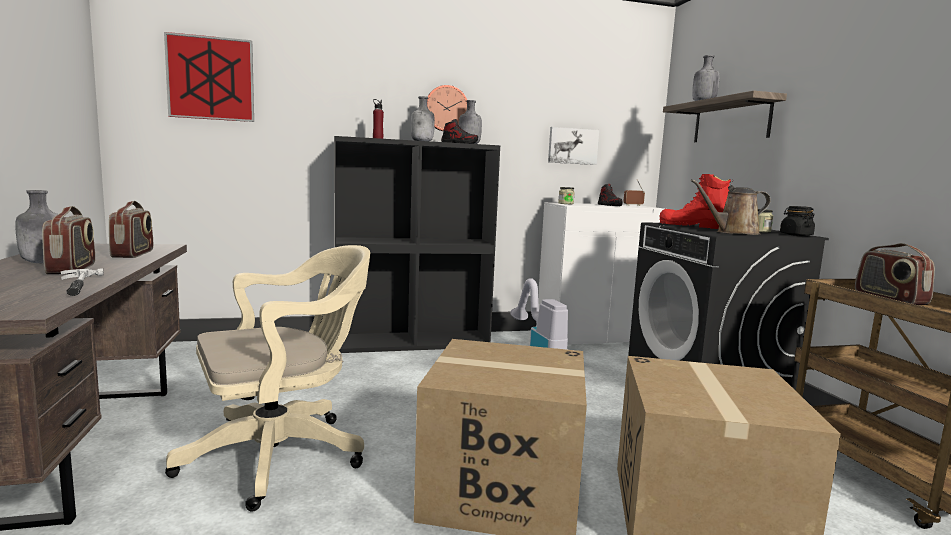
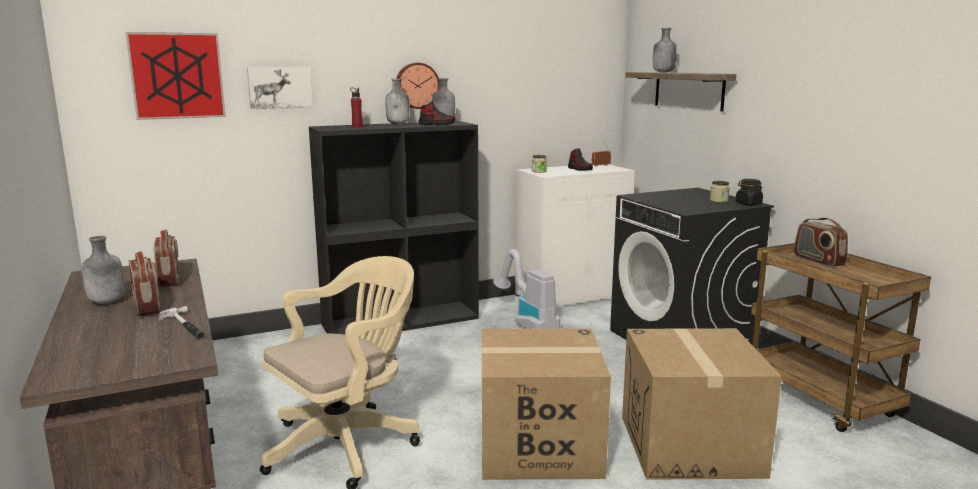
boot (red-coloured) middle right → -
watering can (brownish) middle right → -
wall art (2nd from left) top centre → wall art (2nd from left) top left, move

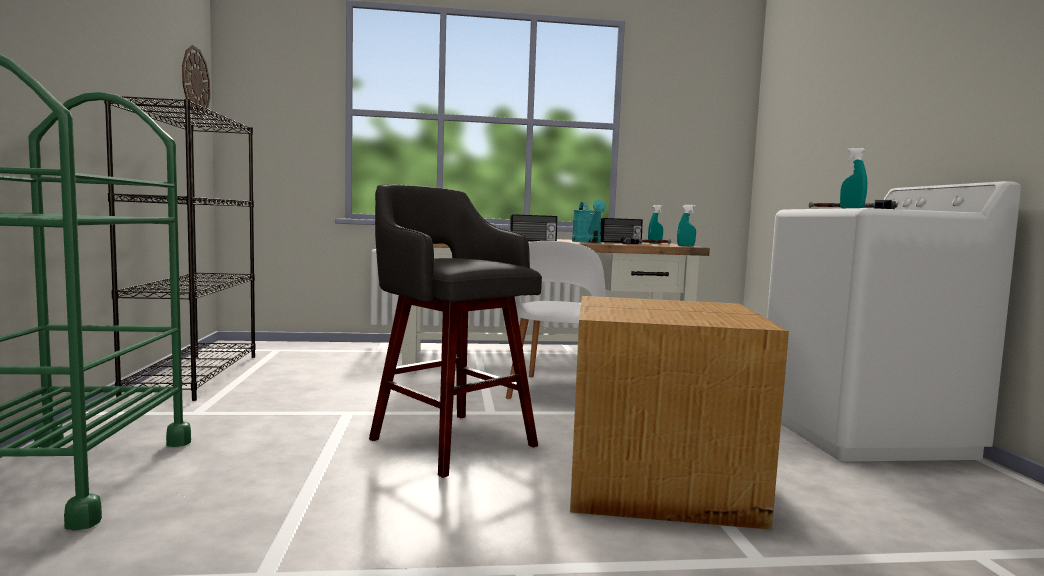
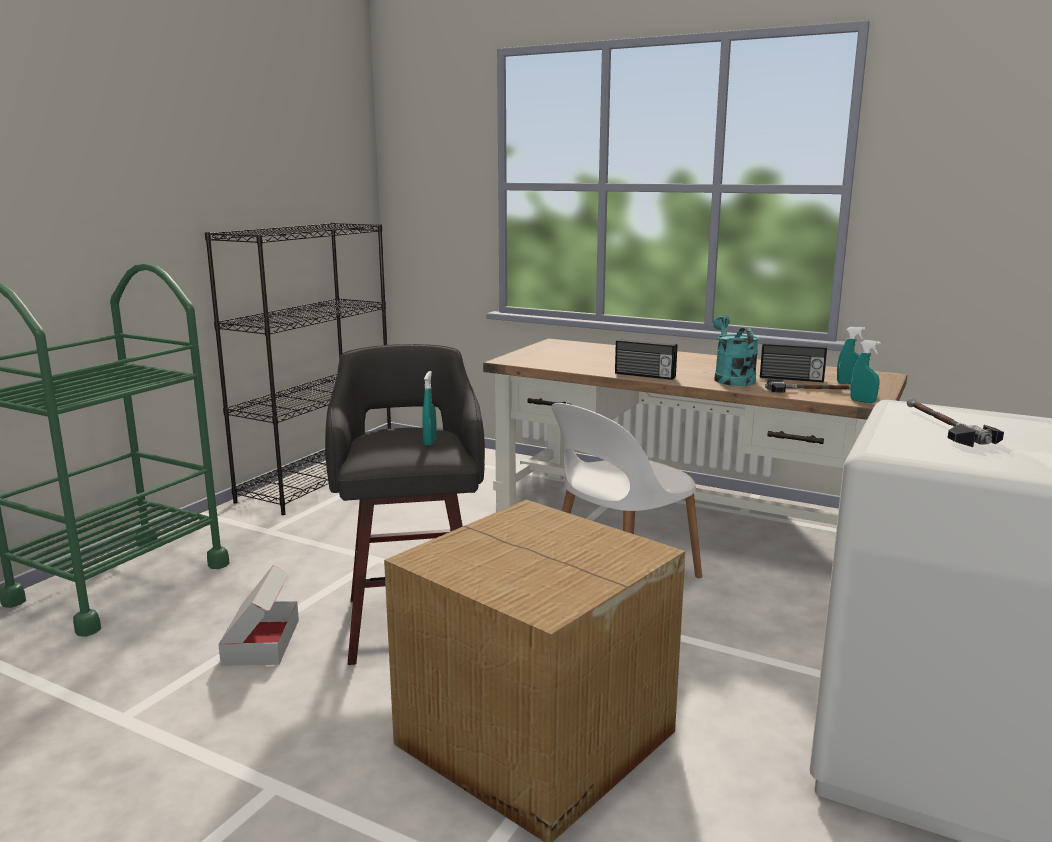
hanging clock top left → -
- → carton (1st from left) bottom left
sprayer (turquoise-coloured) (3rd from left in the first image) top right → sprayer (turquoise-coloured) (1st from left) centre, move
watering can (turquoise-coloured) centre → watering can (turquoise-coloured) middle right, 150 degrees clockwise

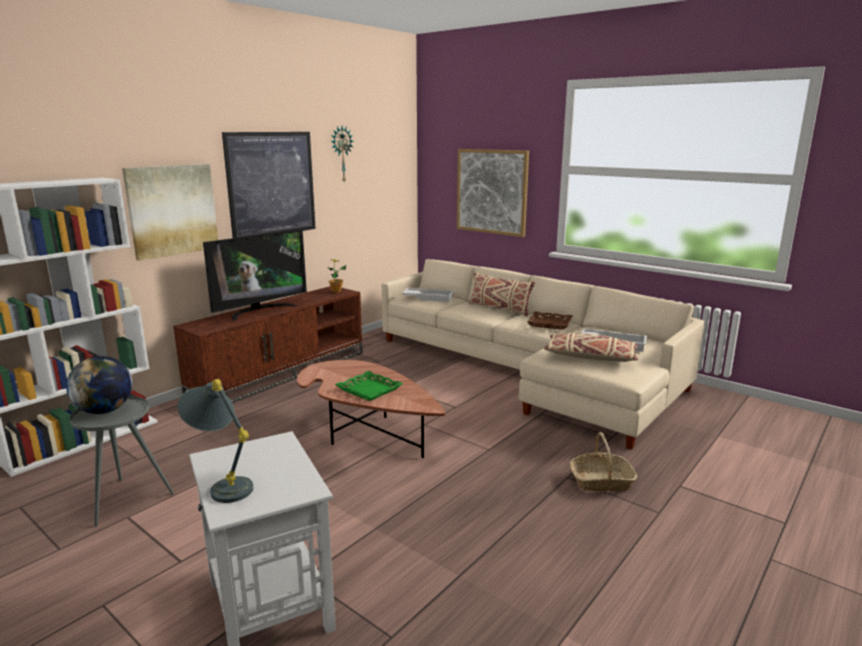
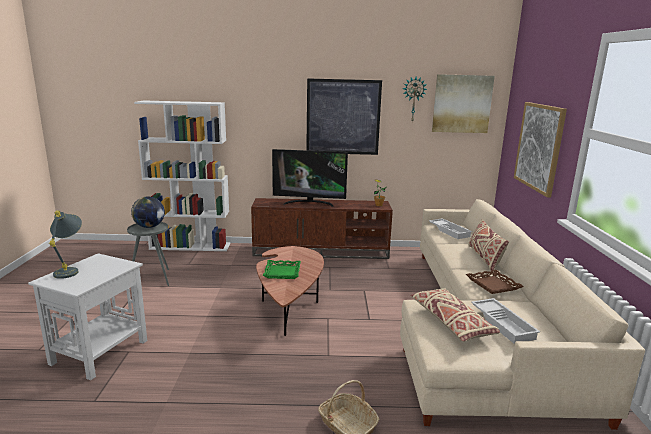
wall art (1st from left in the first image) top left → wall art (2nd from left) top right, move

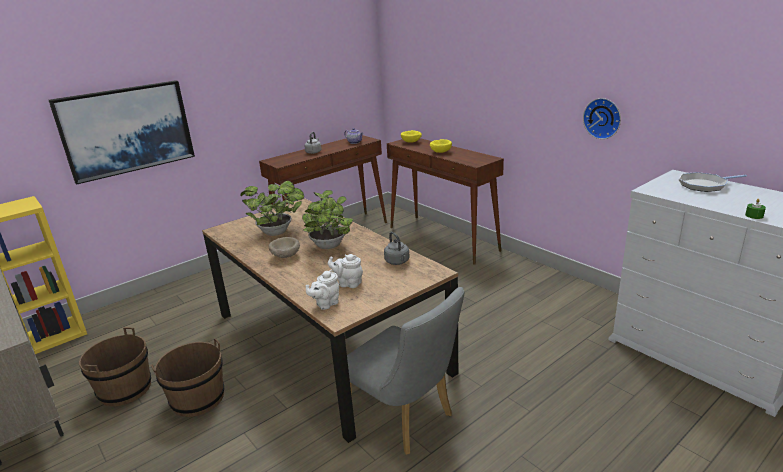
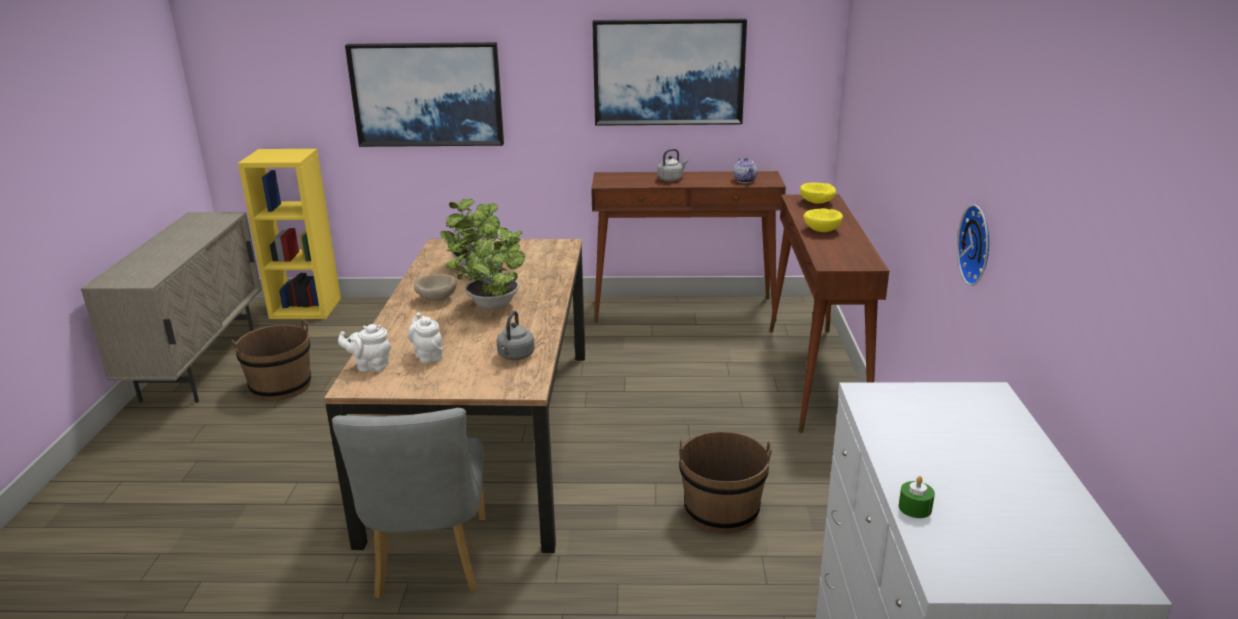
skillet middle right → -
- → wall art (2nd from left) top centre
bucket (brownish) (2nd from left) bottom left → bucket (brownish) (2nd from left) bottom centre, move

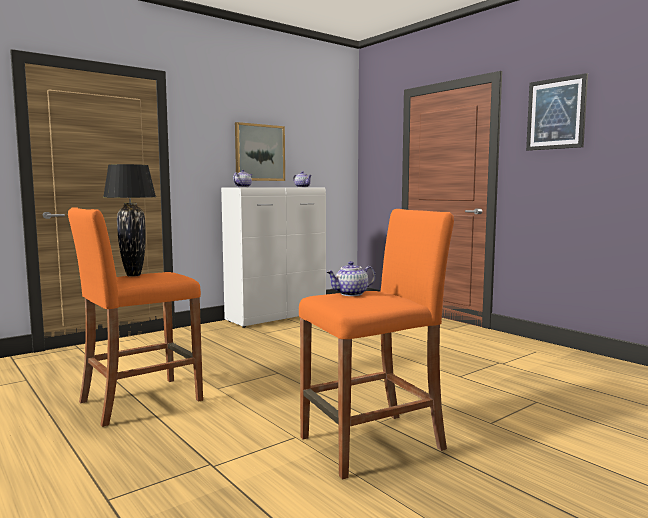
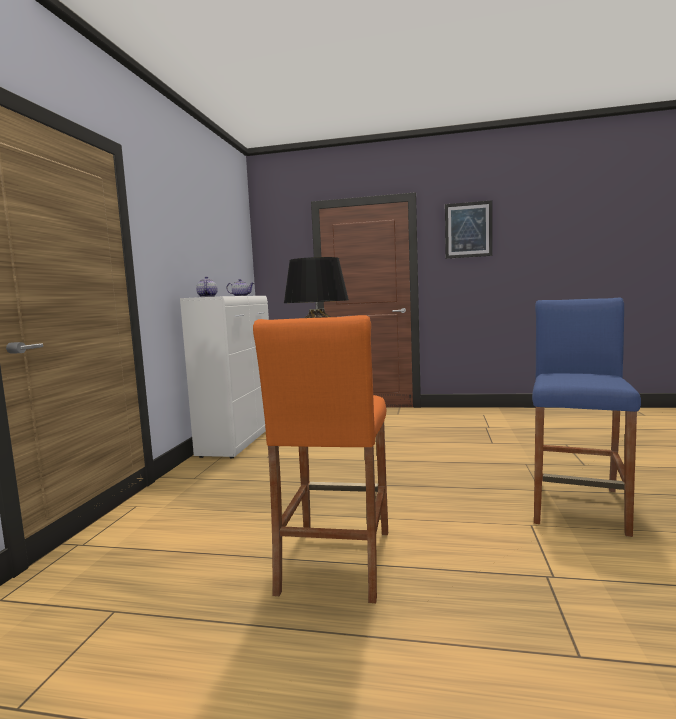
wall art (1st from left) top centre → -
pot for tea (3rd from left) centre → -
stool (orange) (2nd from left) centre → stool (blue-coloured) middle right

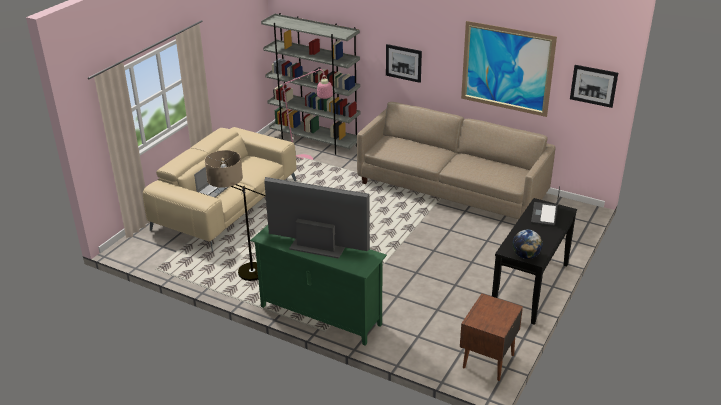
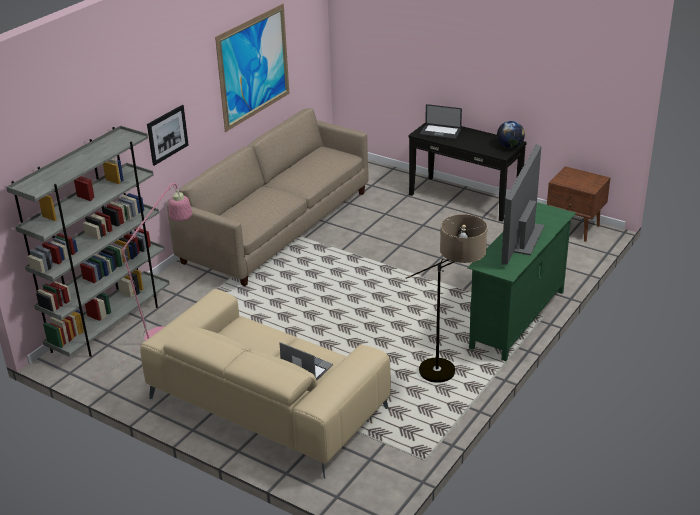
wall art (3rd from left) top right → -

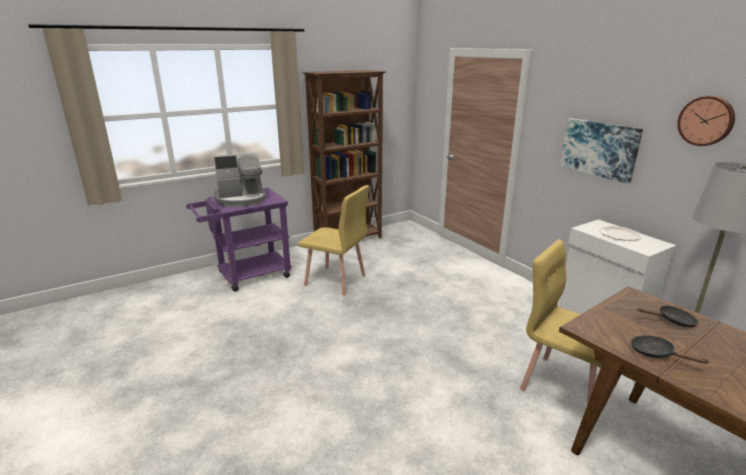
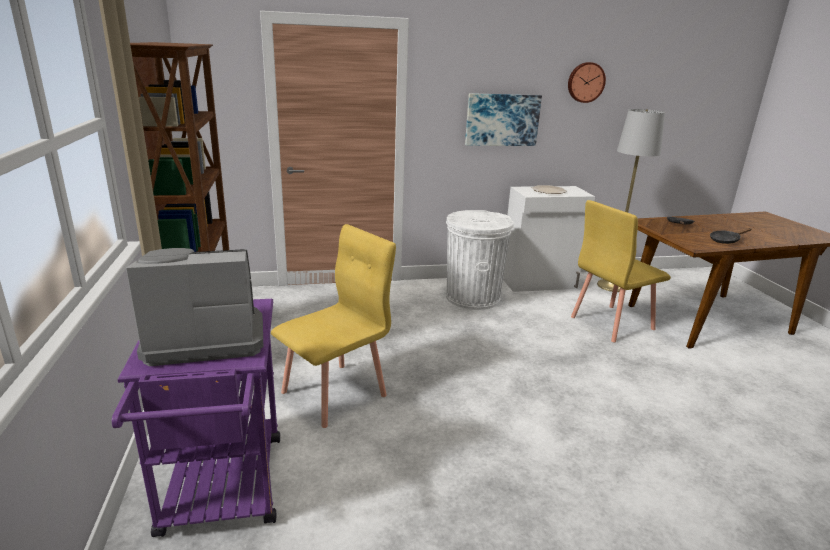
- → rubbish bin (white-coloured) centre
coffee machine middle left, 105 degrees counterclockwise

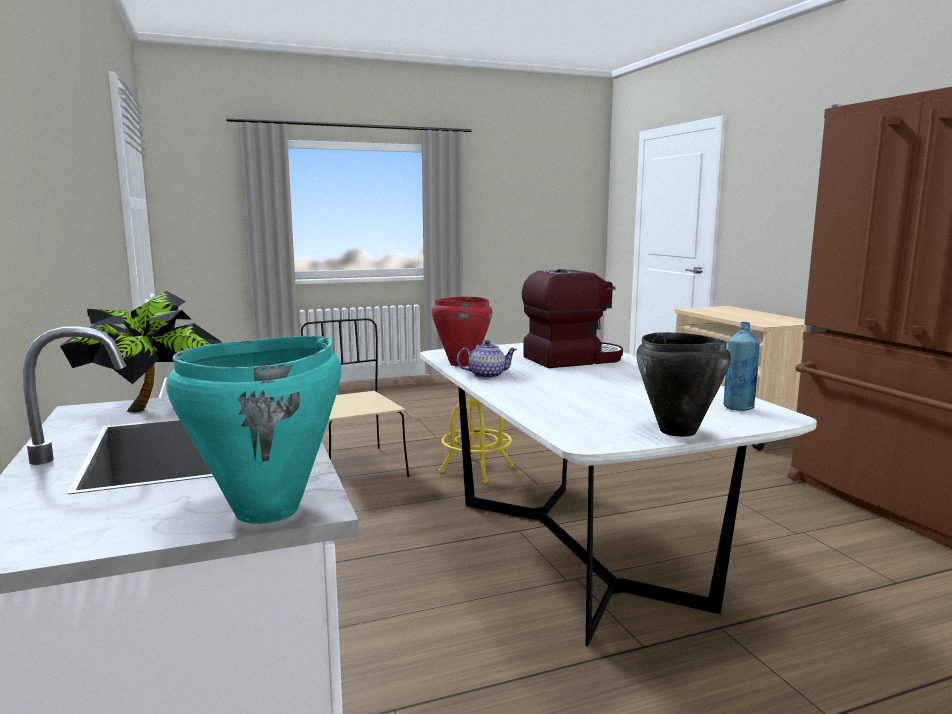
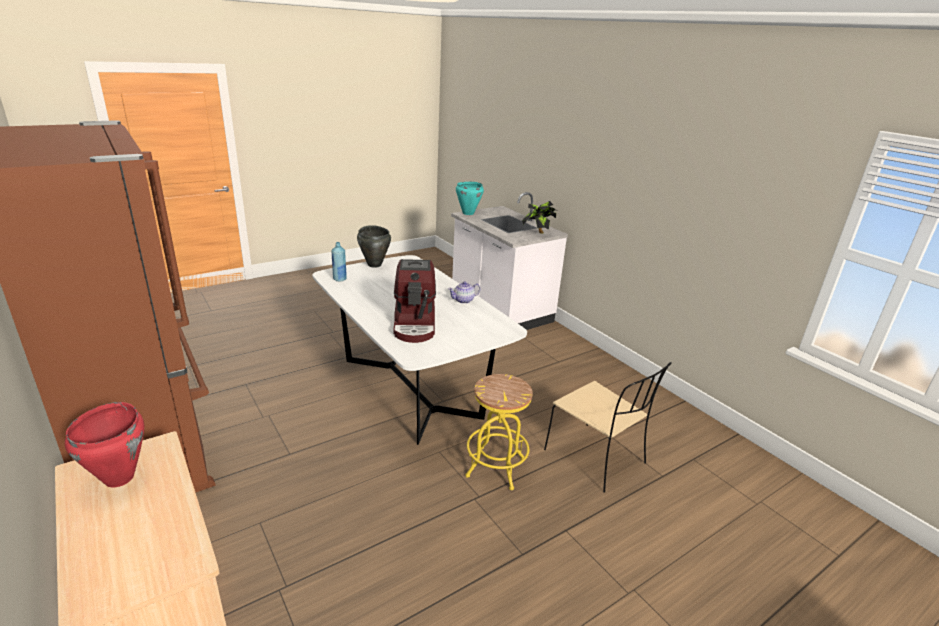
stockpot (red-coloured) centre → stockpot (red-coloured) bottom left, move
coffee machine centre, 60 degrees counterclockwise

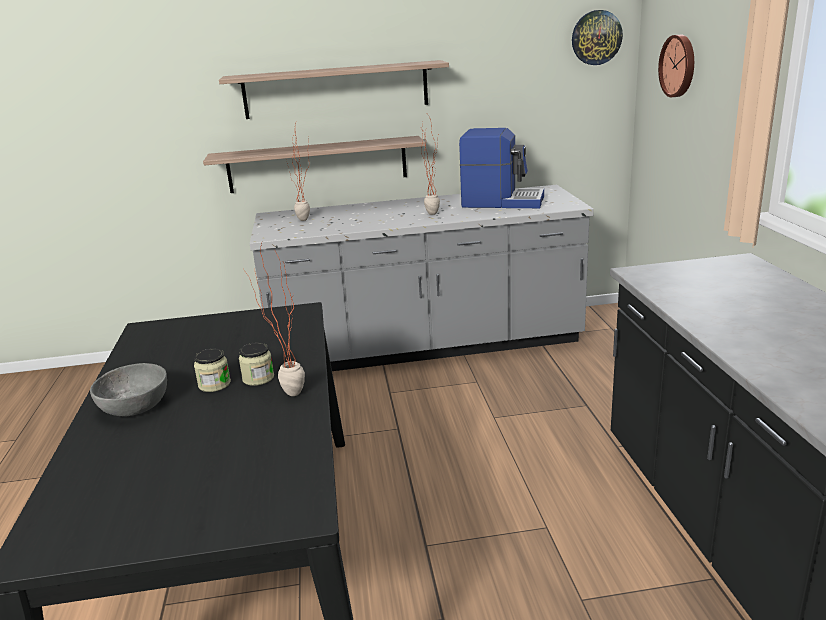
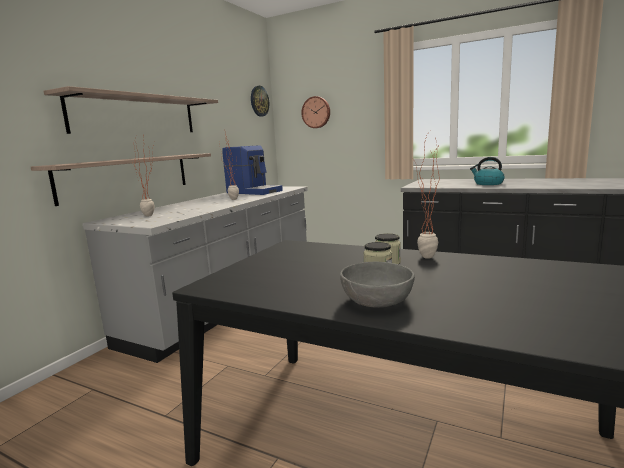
- → kettle middle right
coffee machine top centre → coffee machine centre, 75 degrees clockwise

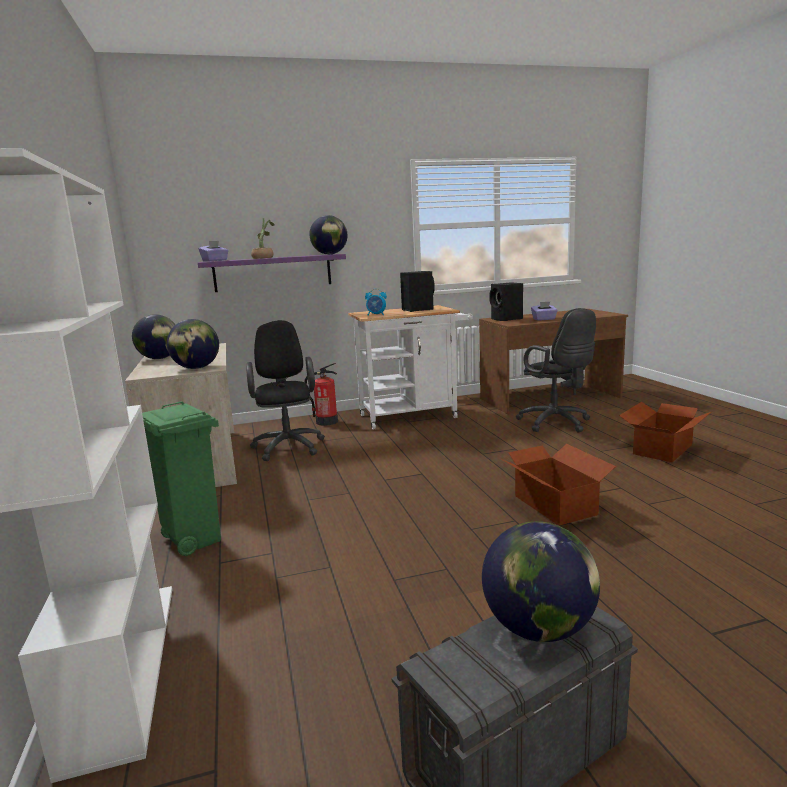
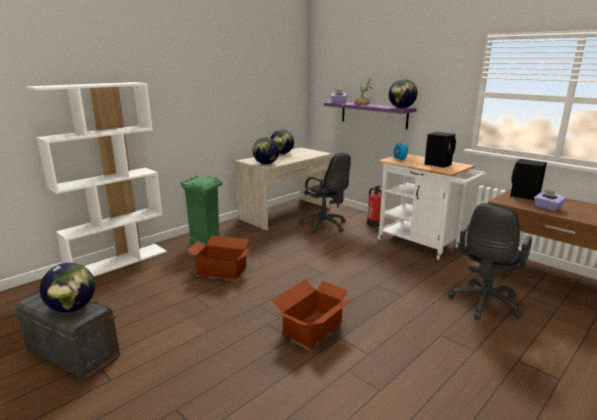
carton (2nd from left in the first image) middle right → carton (1st from left) centre, move
office chair (black-coloured) (1st from left) centre, 90 degrees clockwise

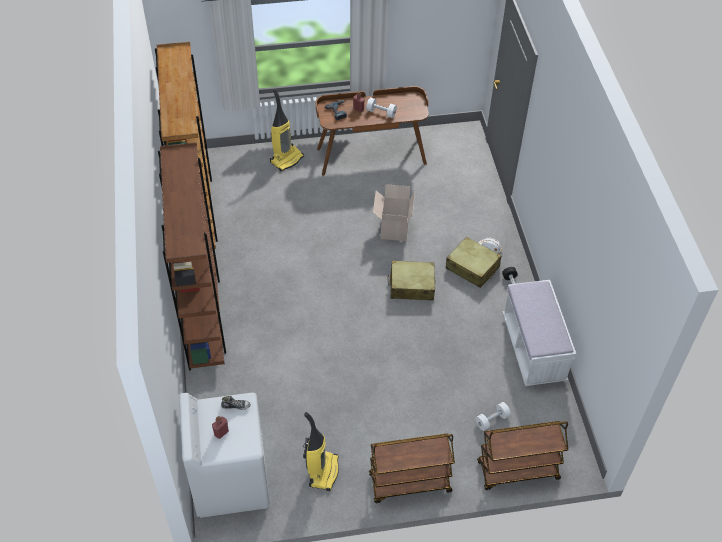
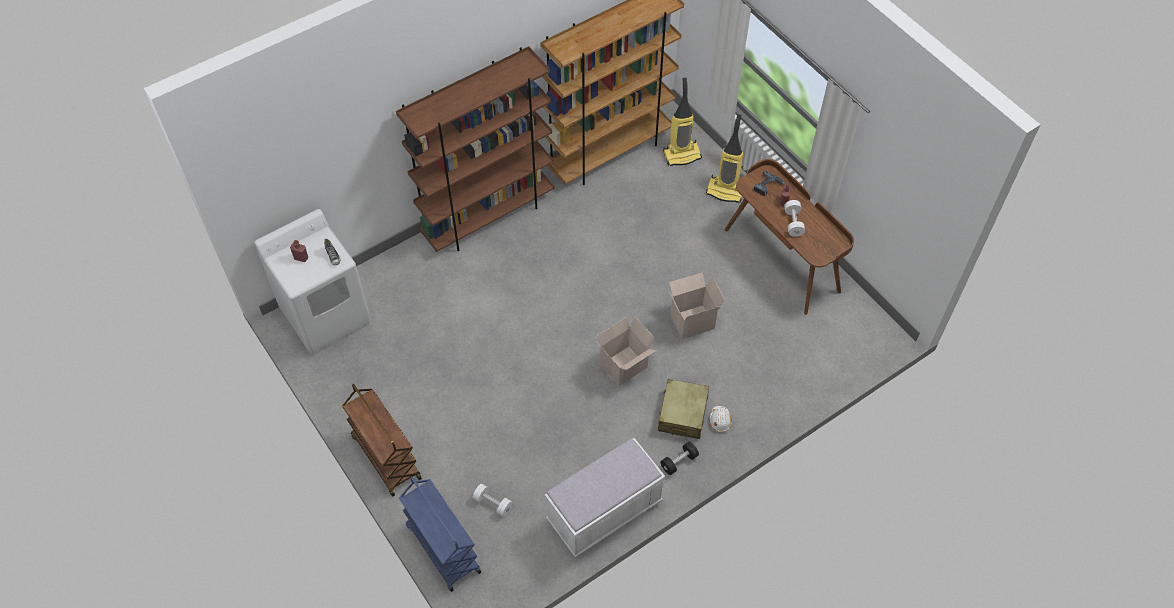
hoover (2nd from left in the first image) bottom centre → hoover (1st from left) top centre, move
piece of luggage (beige-coloured) (1st from left) centre → carton (1st from left) centre
wheeled cart (brownish) (2nd from left) bottom right → wheeled cart (blue-coloured) bottom centre

